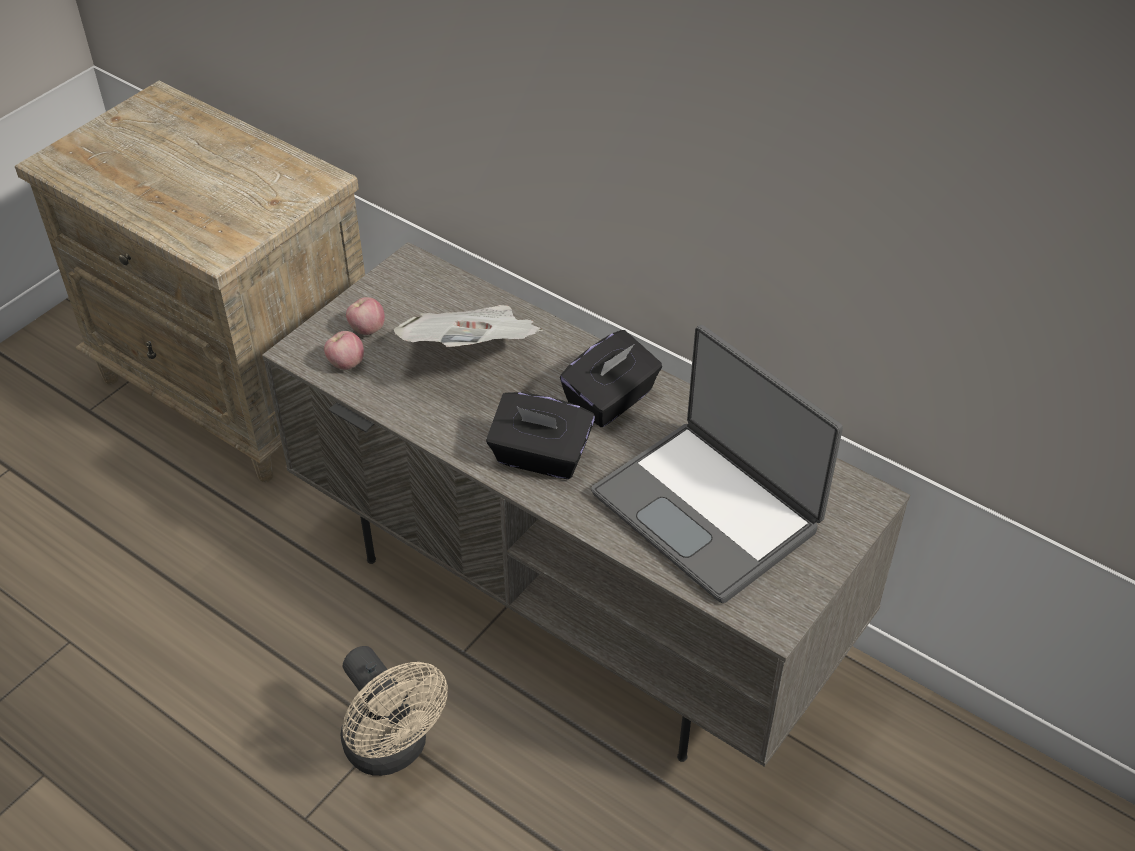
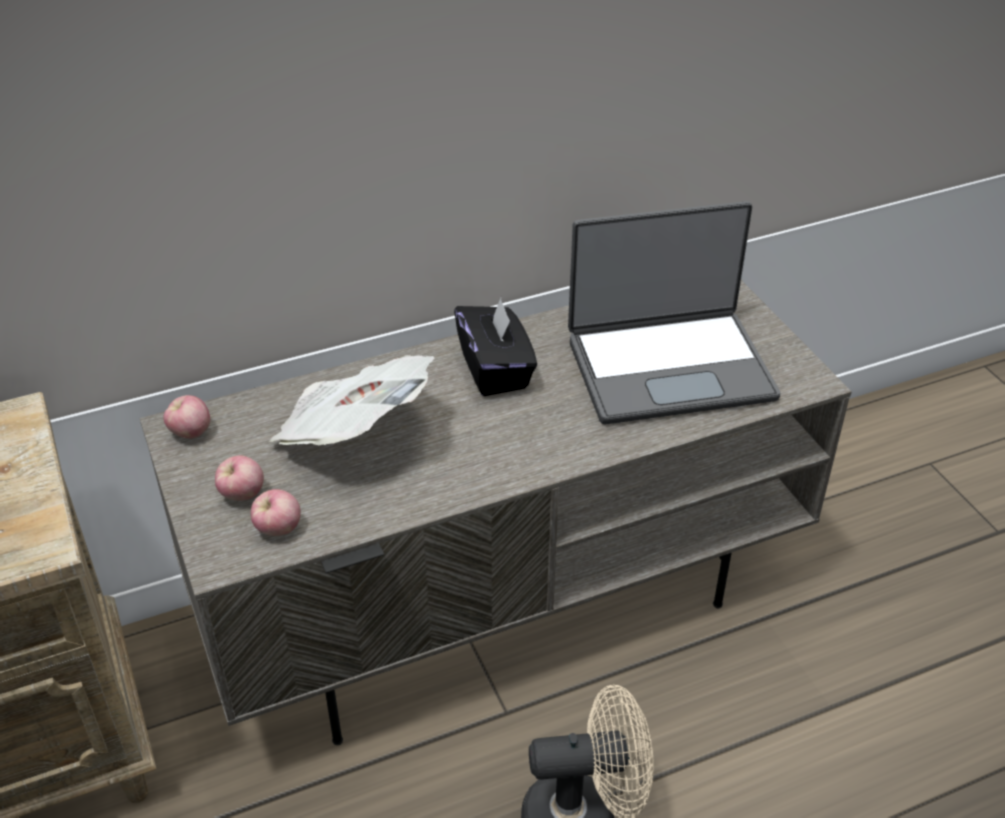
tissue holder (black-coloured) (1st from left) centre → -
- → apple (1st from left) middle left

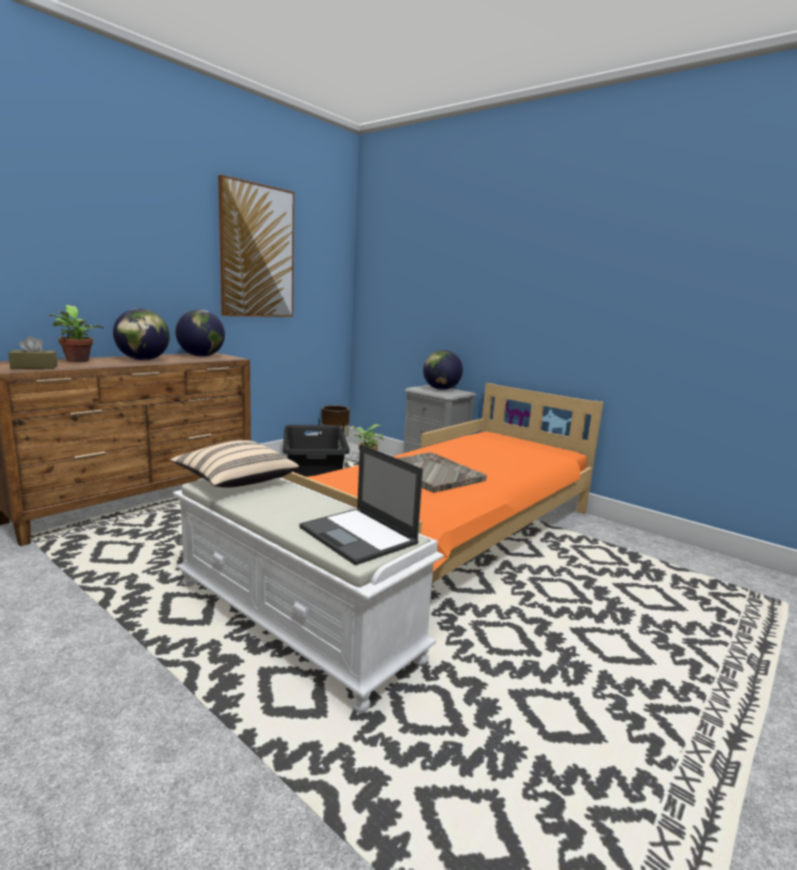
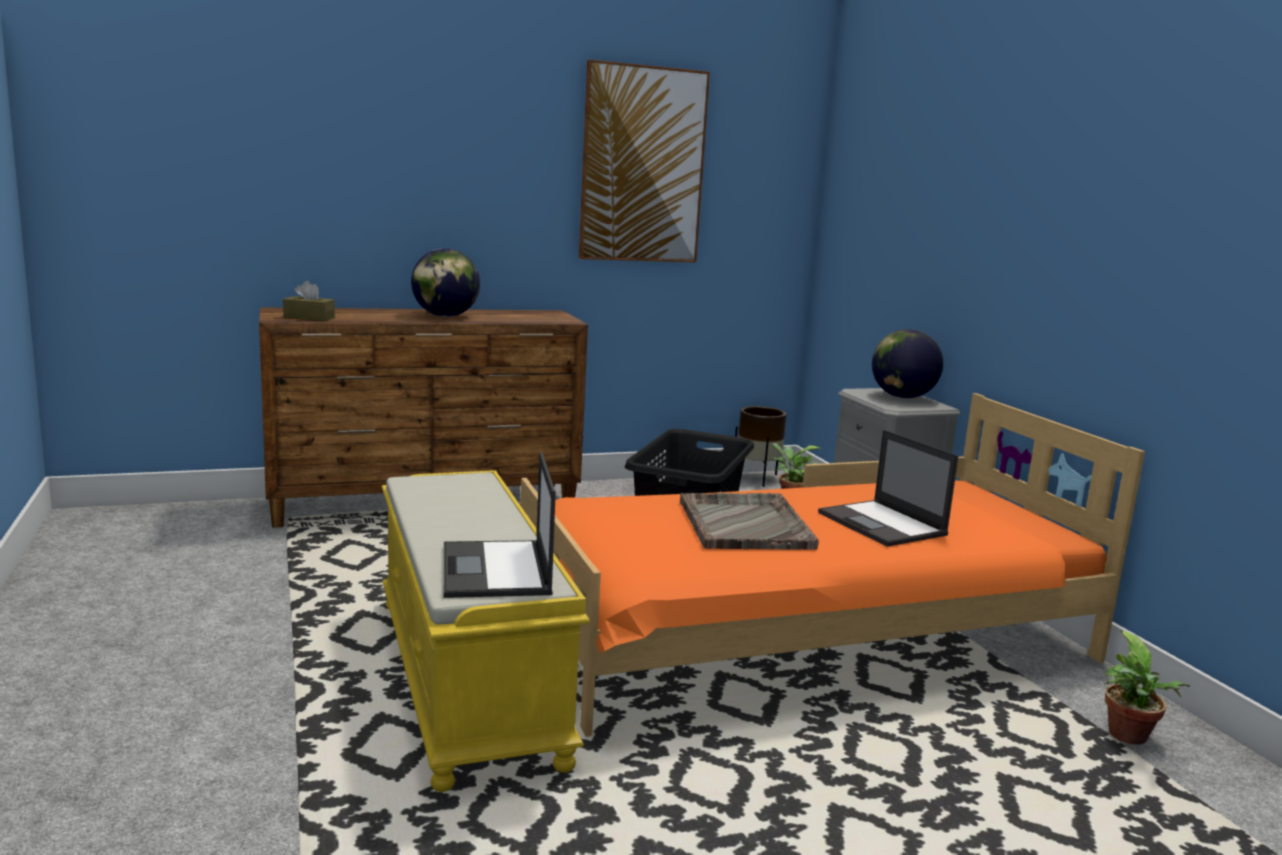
pillow (beige-coloured) middle left → -
desk globe (2nd from left) middle left → -
- → portable computer (2nd from left) middle right
houseplant (1st from left in the first image) middle left → houseplant (2nd from left) bottom right, move
indoor bench (white-coloured) bottom centre → indoor bench (yellow-coloured) bottom centre

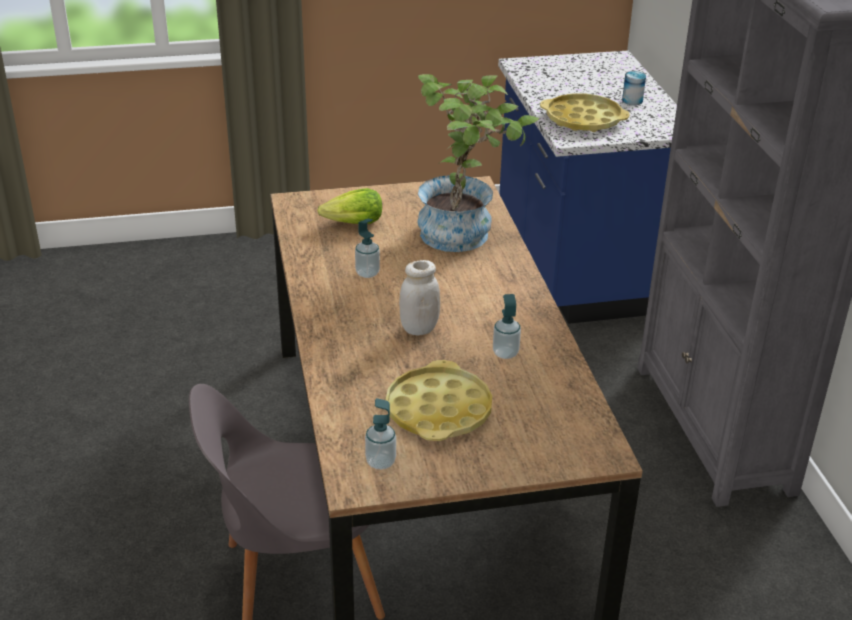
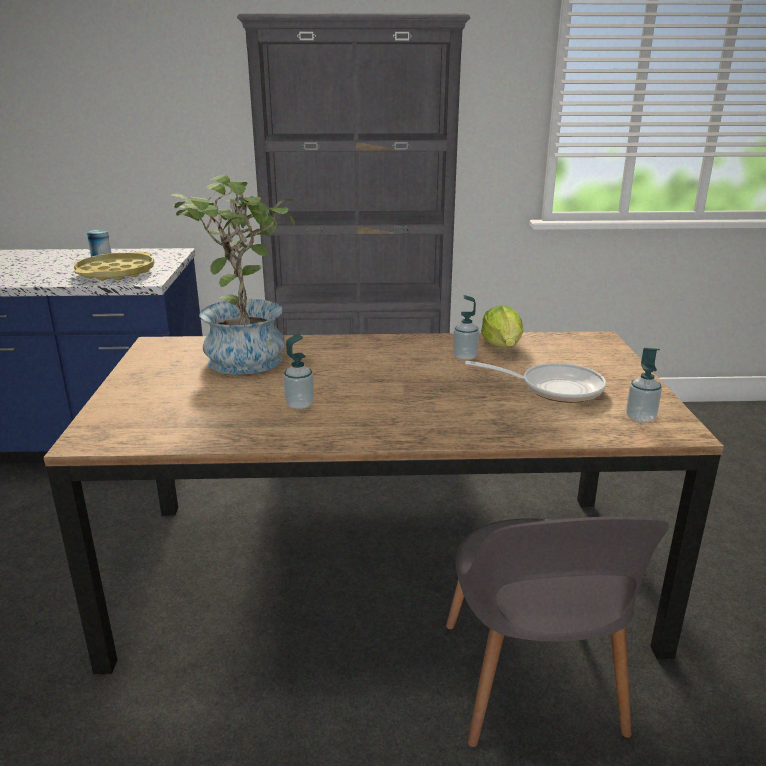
storage jar (white-coloured) centre → -
lettuce head top centre → lettuce head centre, move
serving tray (yellow-coloured) (1st from left) centre → skillet middle right

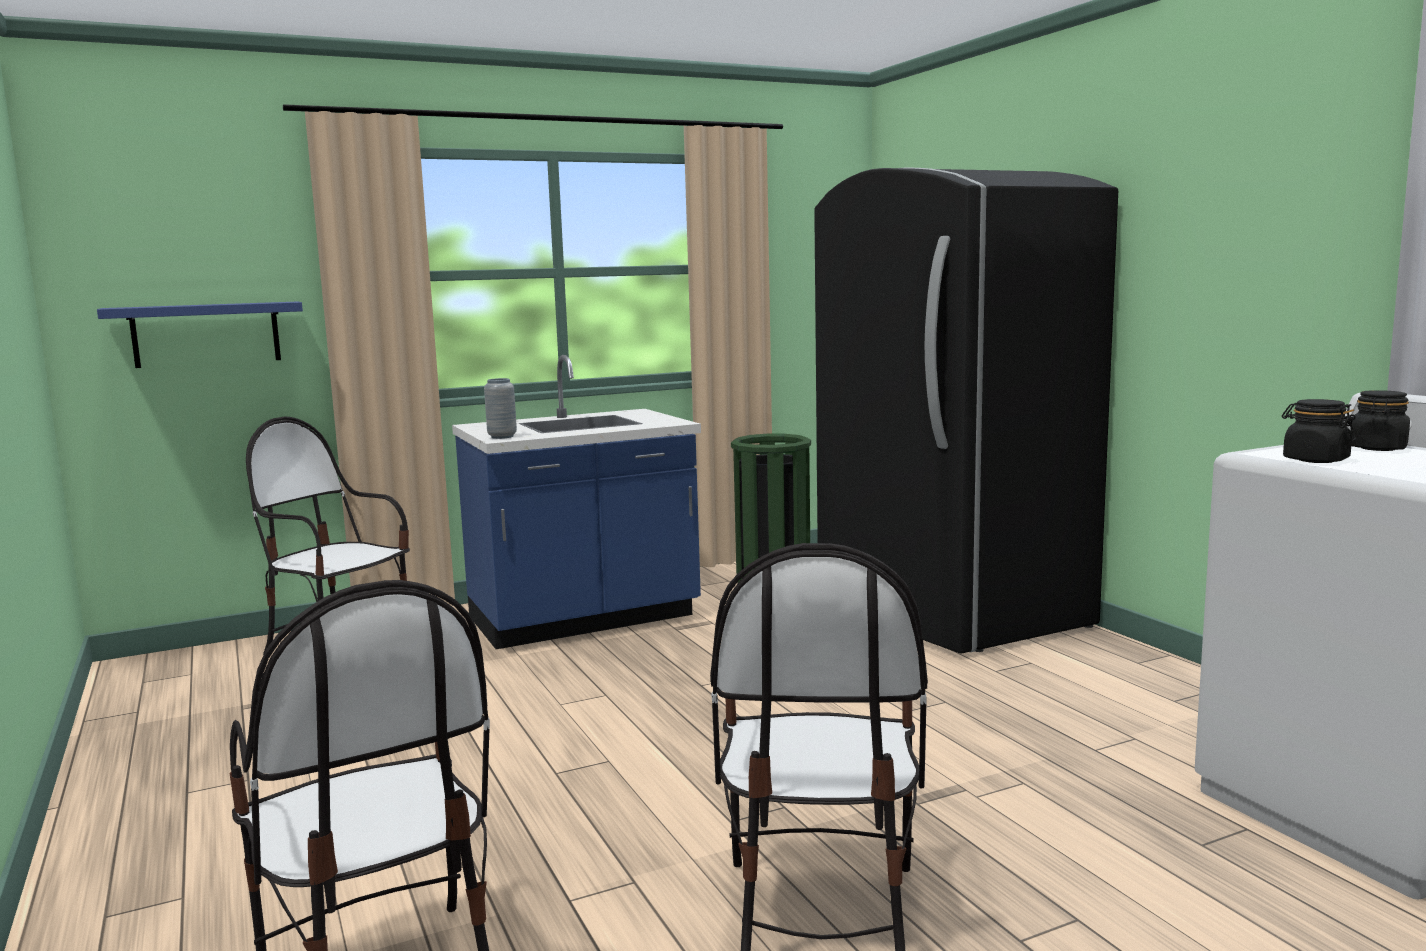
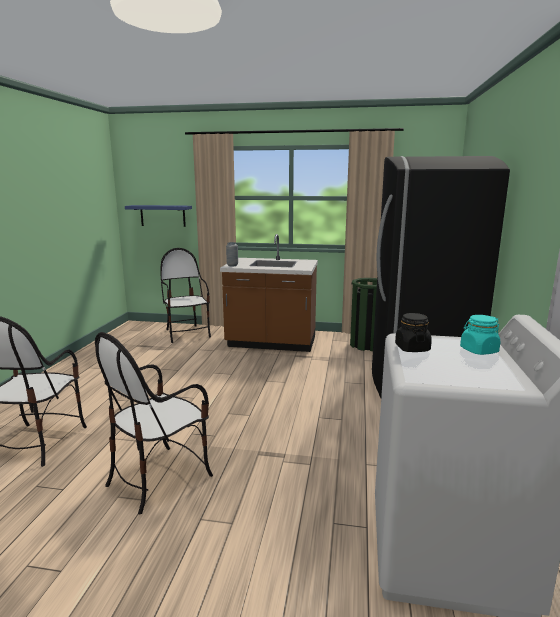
kitchen counter (blue-coloured) centre → kitchen counter (brownish) centre
storage jar (black-coloured) (2nd from left) middle right → storage jar (turquoise-coloured) middle right

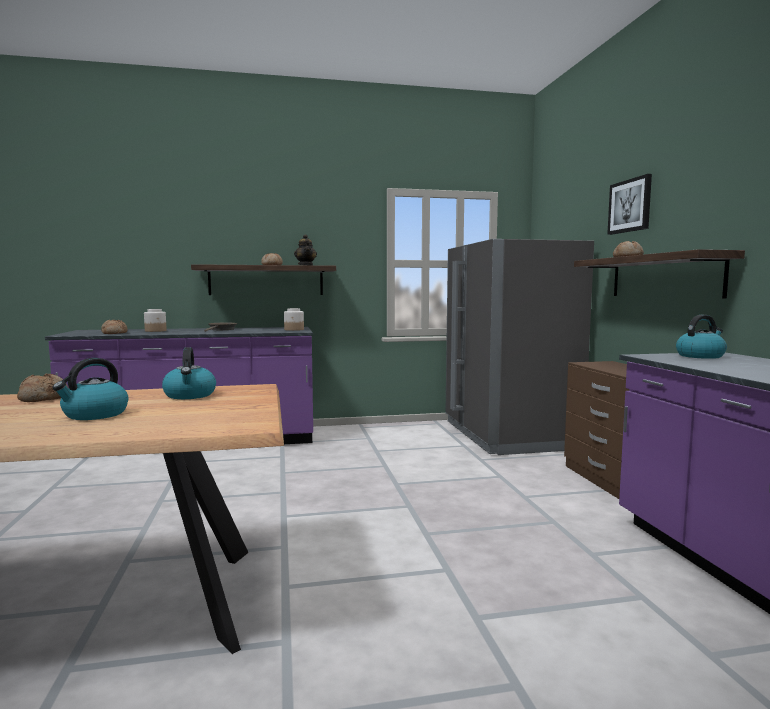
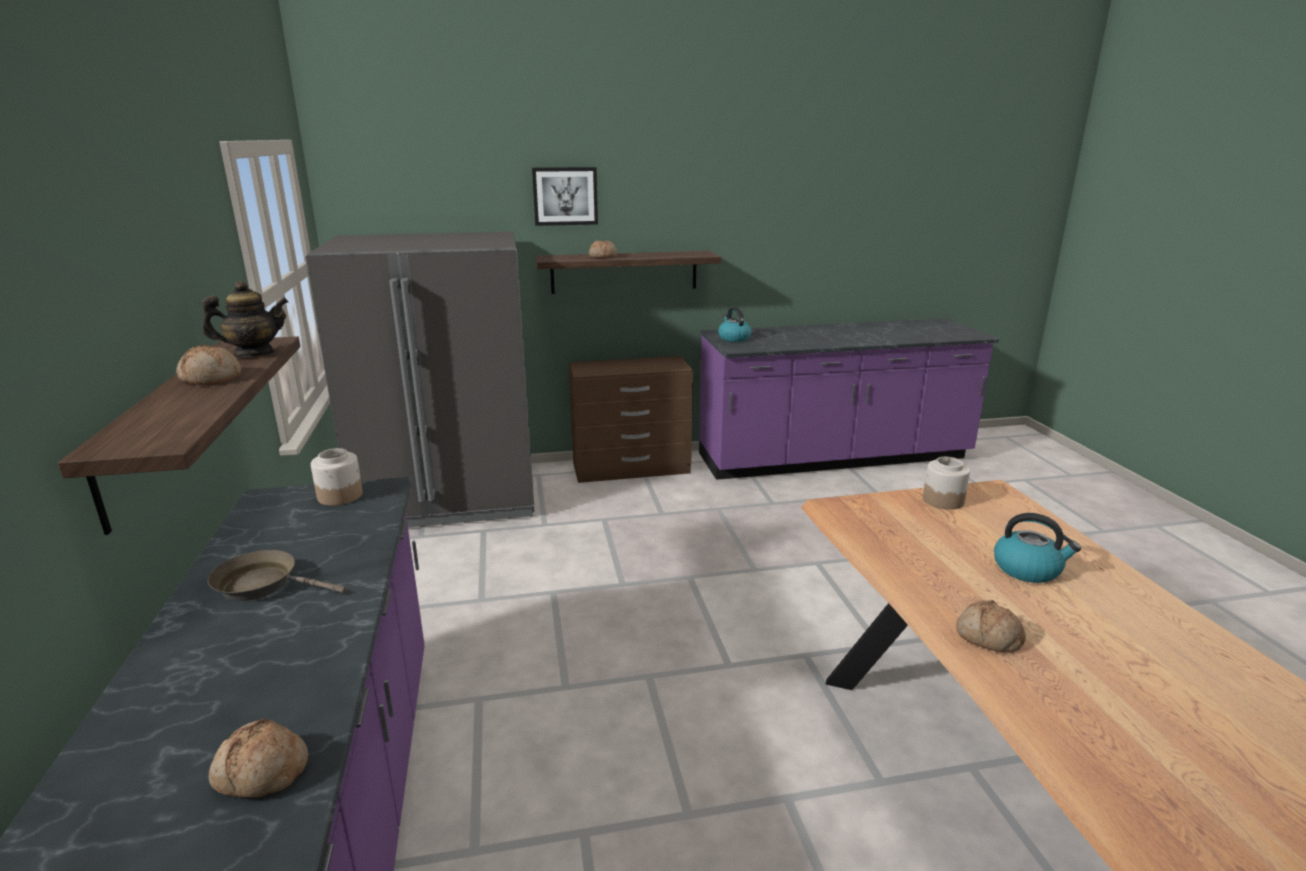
kettle (2nd from left) middle left → -
storage jar (1st from left in the first image) middle left → storage jar (2nd from left) middle right, move

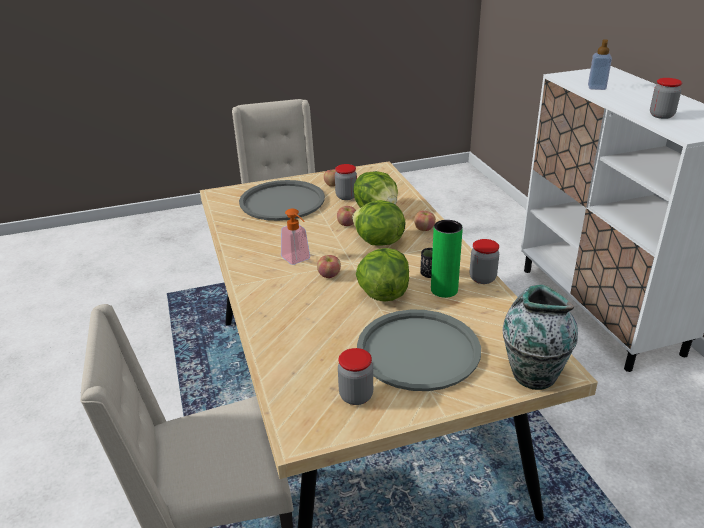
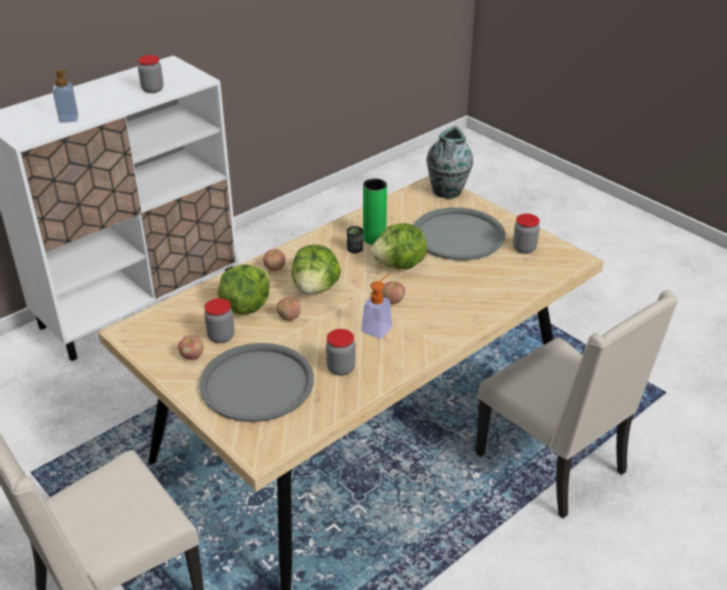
storage jar (3rd from left) middle right → storage jar (3rd from left) centre, move

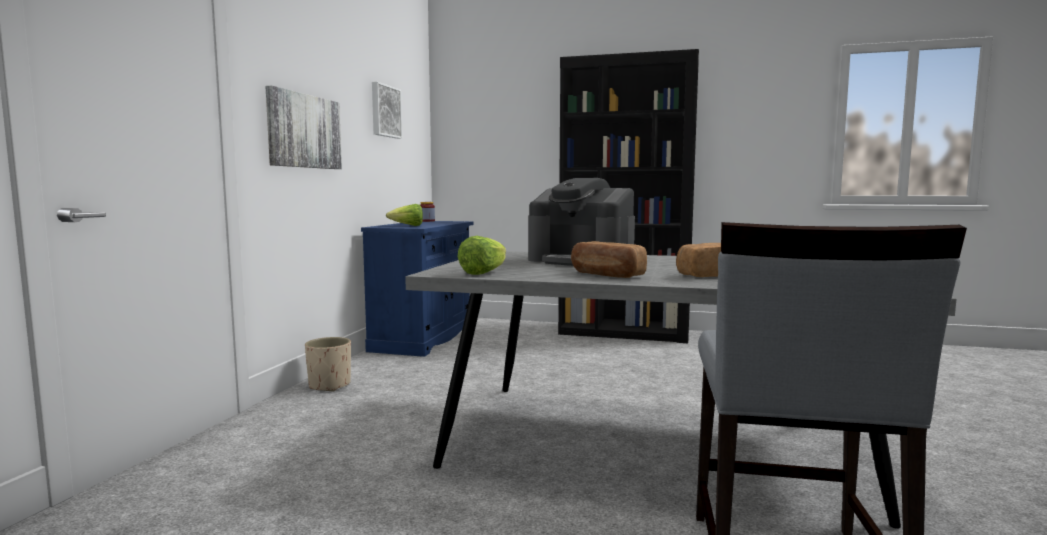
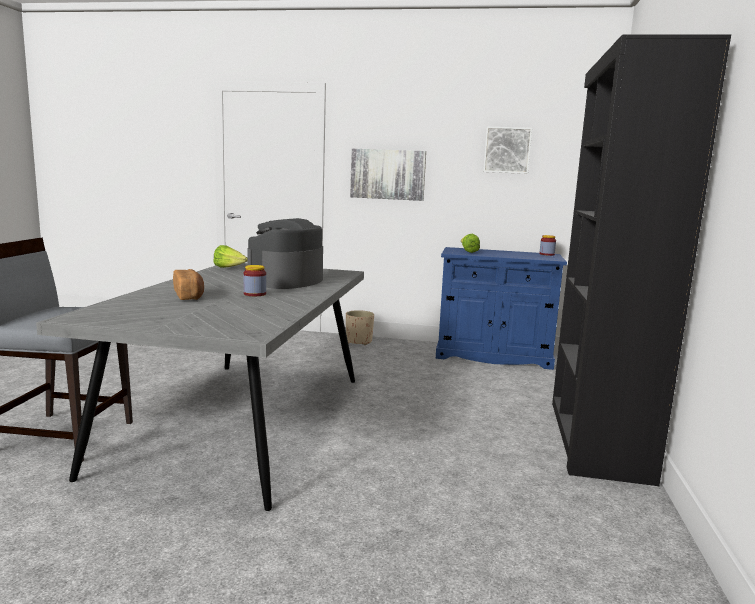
bakery bread (1st from left) centre → -
- → storage jar (1st from left) centre

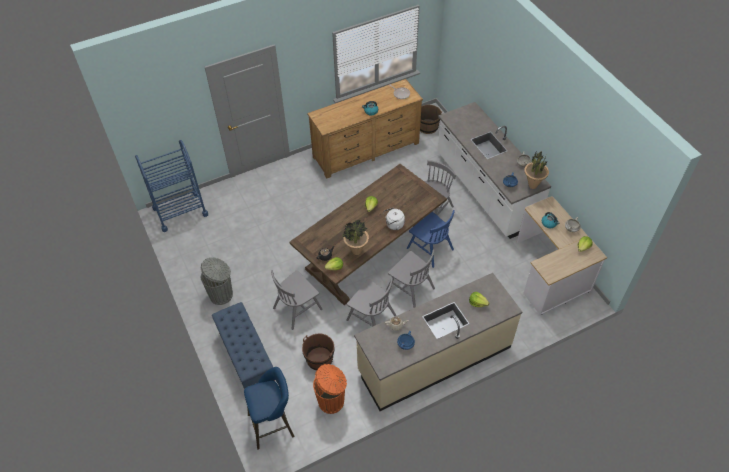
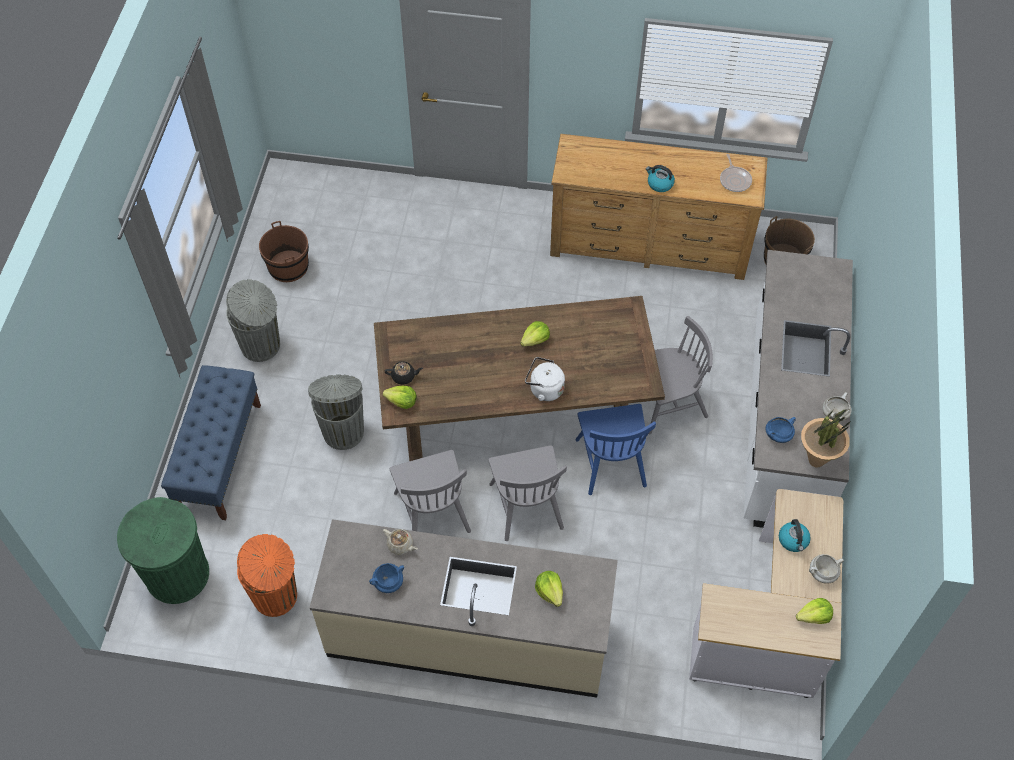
wheeled cart (blue-coloured) middle left → -
houseplant (1st from left) centre → -
bucket (brownish) (1st from left) bottom centre → bucket (brownish) (1st from left) top left, move
stool (blue-coloured) bottom centre → rubbish bin (greenish) bottom left
chair (gray) (1st from left) centre → rubbish bin (gray) (2nd from left) middle left

